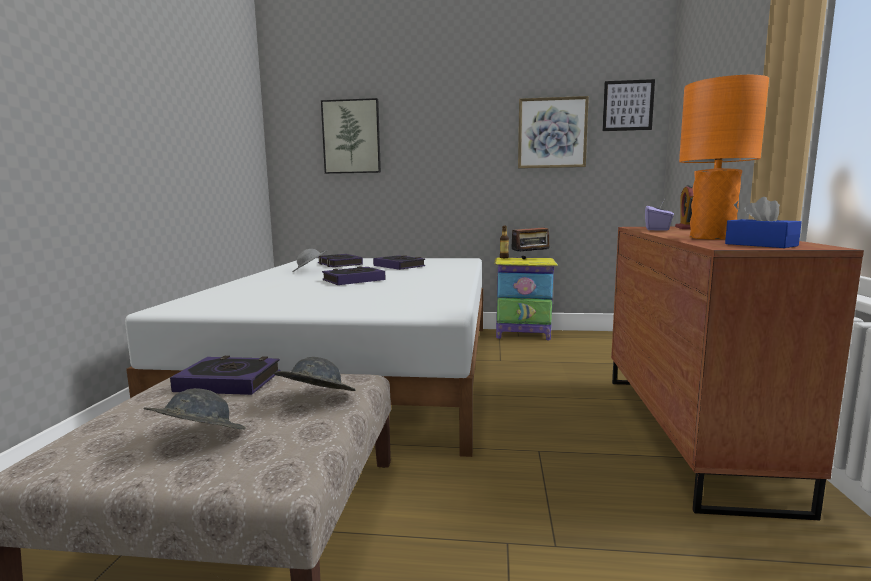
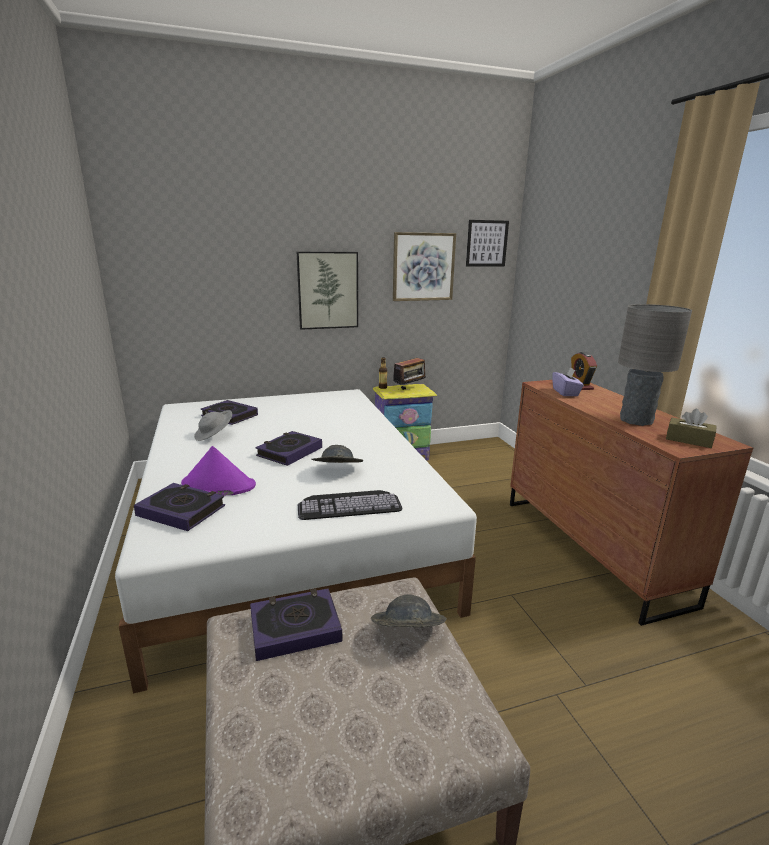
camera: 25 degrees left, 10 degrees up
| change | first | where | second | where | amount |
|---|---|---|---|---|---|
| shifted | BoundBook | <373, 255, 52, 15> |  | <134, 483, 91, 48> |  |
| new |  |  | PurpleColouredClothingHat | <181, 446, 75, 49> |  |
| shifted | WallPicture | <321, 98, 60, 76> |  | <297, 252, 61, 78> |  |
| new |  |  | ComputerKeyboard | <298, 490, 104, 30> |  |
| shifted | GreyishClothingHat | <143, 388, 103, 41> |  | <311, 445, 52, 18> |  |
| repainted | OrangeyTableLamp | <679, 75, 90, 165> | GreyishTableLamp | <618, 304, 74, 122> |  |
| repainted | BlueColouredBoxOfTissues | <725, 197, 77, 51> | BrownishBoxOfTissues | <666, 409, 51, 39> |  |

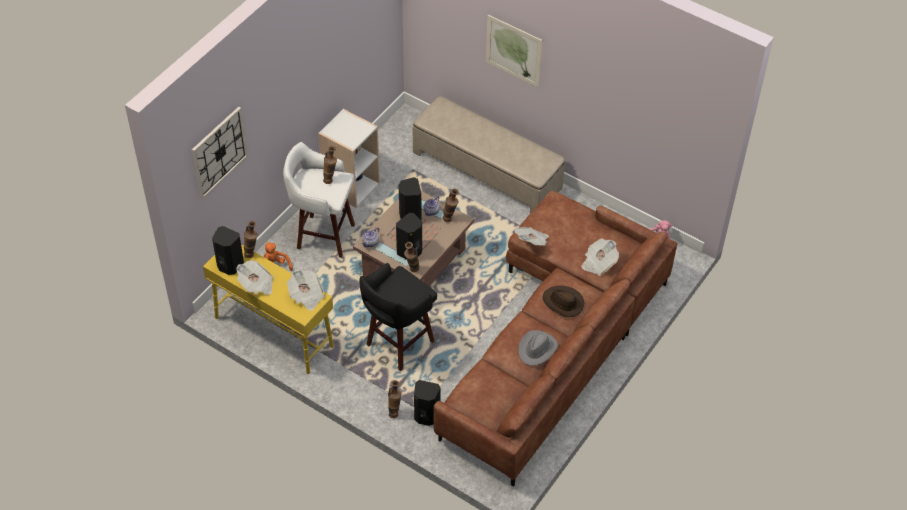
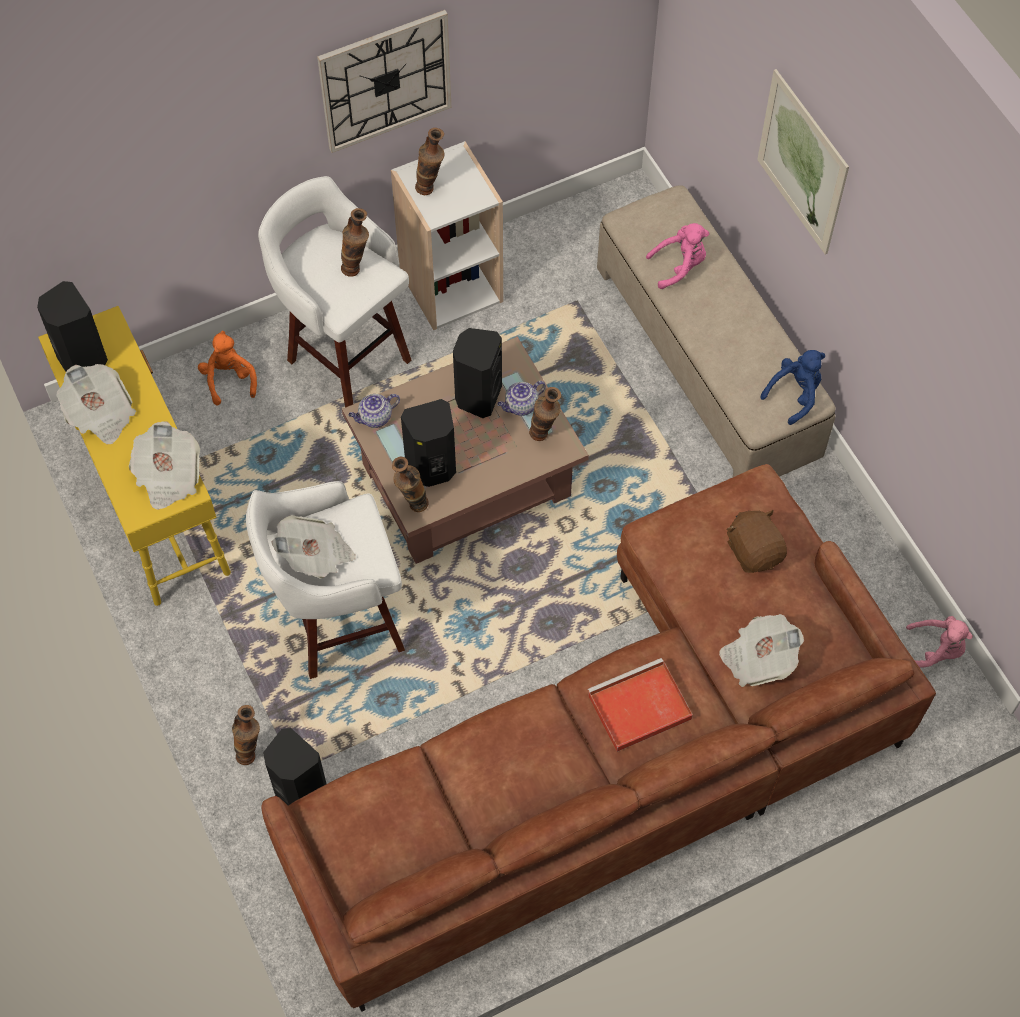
camera: 30 degrees right, 10 degrees up
| change | first | where | second | where | amount |
|---|---|---|---|---|---|
| repainted | BlackColouredStool | <359, 263, 78, 108> | WhiteStool | <246, 481, 159, 198> |  |
| shifted | DailyPaper | <515, 227, 34, 19> |  | <272, 515, 84, 64> |  |
| shifted | ClockOnTheWall | <192, 107, 56, 92> |  | <317, 10, 135, 143> |  |
| shifted | DecorativeVase | <244, 221, 14, 37> |  | <415, 128, 30, 67> |  |
| swapped | BrownishClothingHat | <542, 286, 42, 31> | RedColouredTray | <587, 658, 106, 94> |  |
| new |  |  | PinkColouredPlushToy | <646, 223, 63, 66> |  |
| new |  |  | BrownishPlushToy | <726, 510, 61, 63> |  |
| new |  |  | BlueColouredPlushToy | <760, 350, 65, 75> |  |
| gone | GreyishClothingHat | <519, 330, 39, 36> |  |  |  |

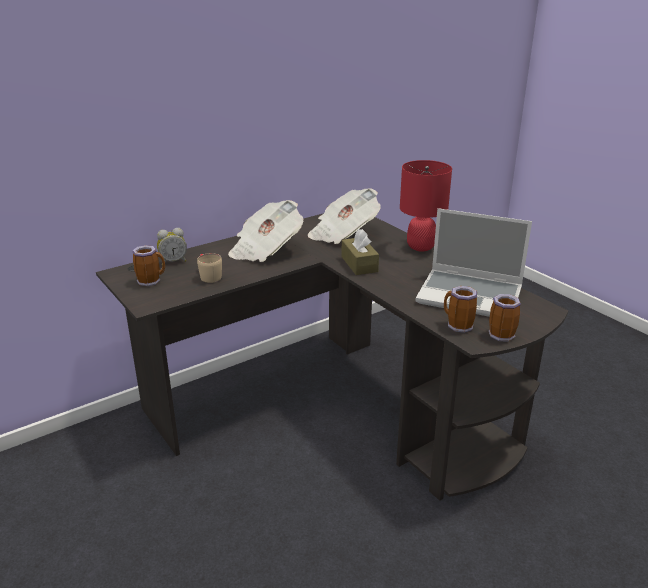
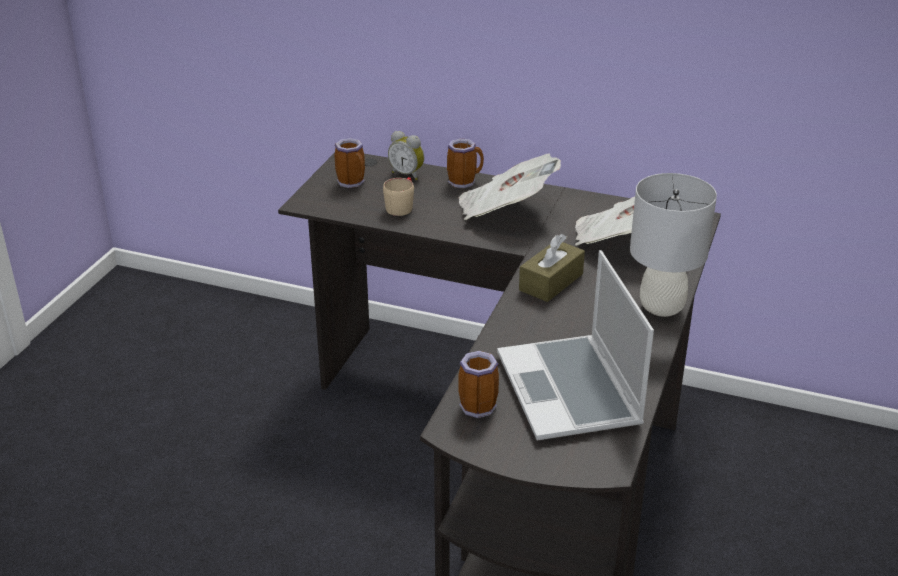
camera: 55 degrees right, 5 degrees up
| change | first | where | second | where | amount |
|---|---|---|---|---|---|
| shifted | Mug | <489, 294, 32, 48> |  | <447, 138, 37, 50> |  |
| repainted | RedColouredTableLamp | <400, 160, 52, 92> | GreyishTableLamp | <630, 173, 87, 144> |  |

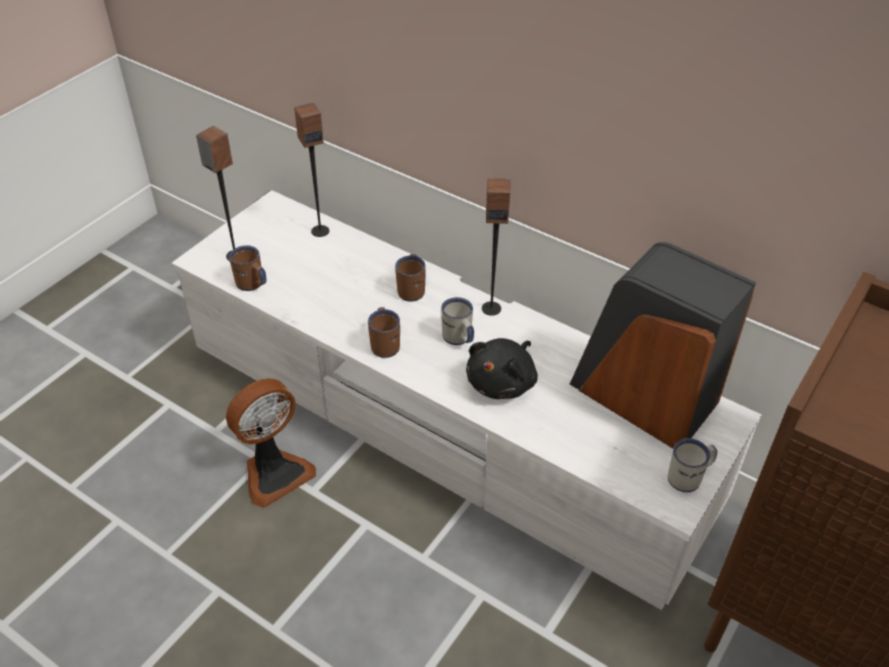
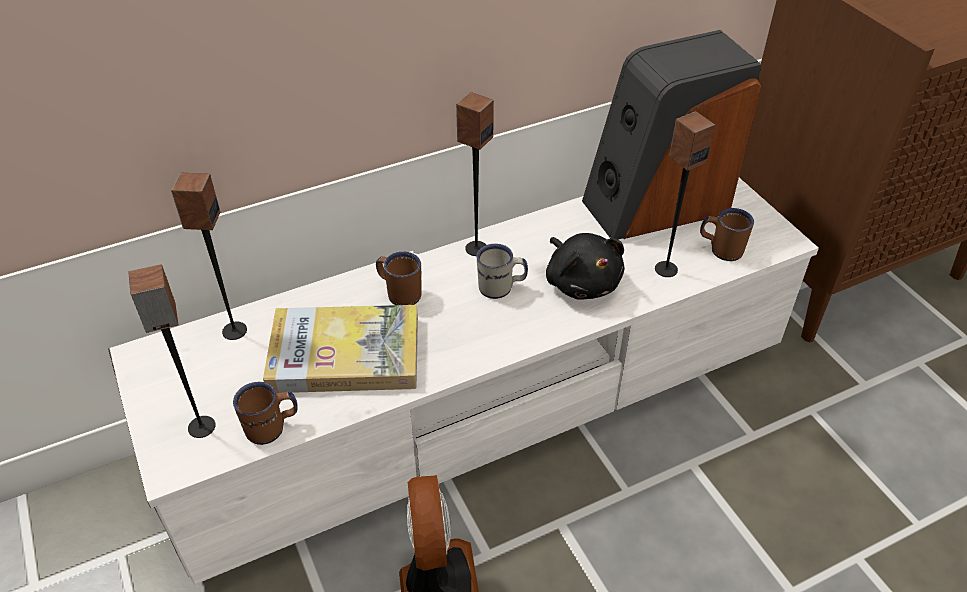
camera: 60 degrees left, 0 degrees up
| change | first | where | second | where | amount |
|---|---|---|---|---|---|
| new |  |  | BoundBook | <263, 305, 155, 88> |  |
| new |  |  | Loudspeaker | <655, 111, 60, 166> |  |
| shifted | BrownishMug | <368, 307, 32, 51> |  | <700, 208, 54, 53> |  |
| gone | WhiteMug | <668, 438, 49, 54> |  |  |  |

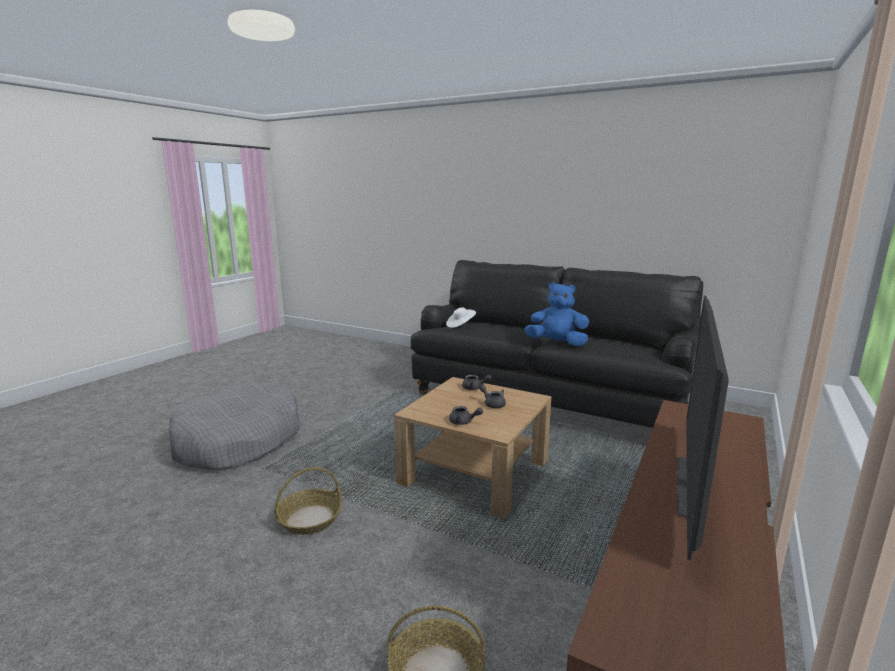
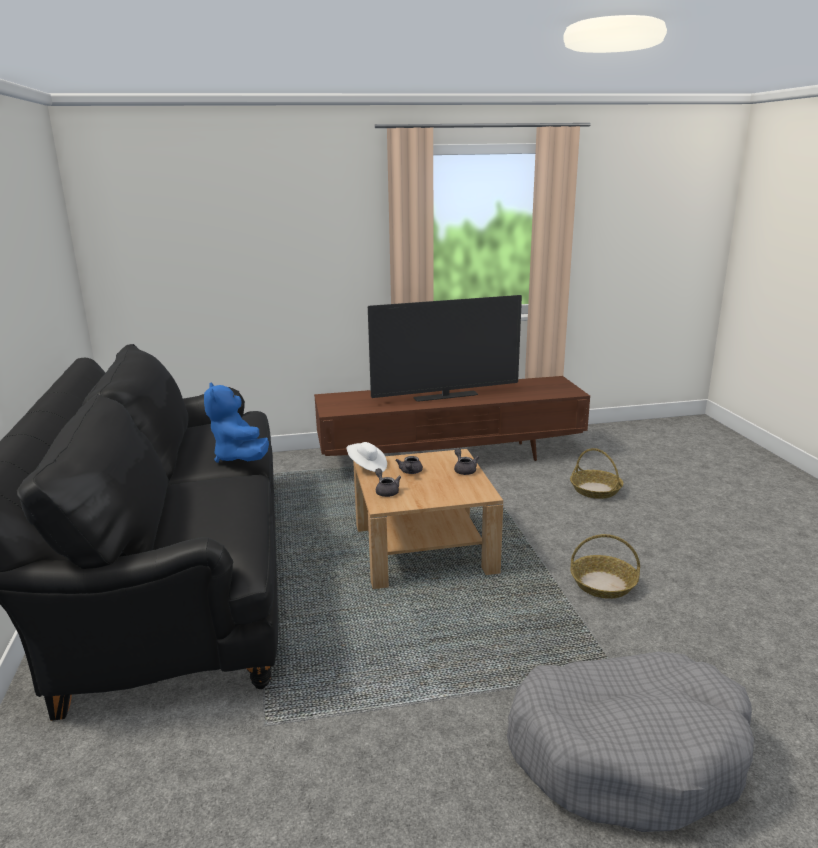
camera: 130 degrees left, 5 degrees up
| change | first | where | second | where | amount |
|---|---|---|---|---|---|
| shifted | WhiteClothingHat | <446, 307, 30, 21> |  | <347, 442, 40, 30> |  |

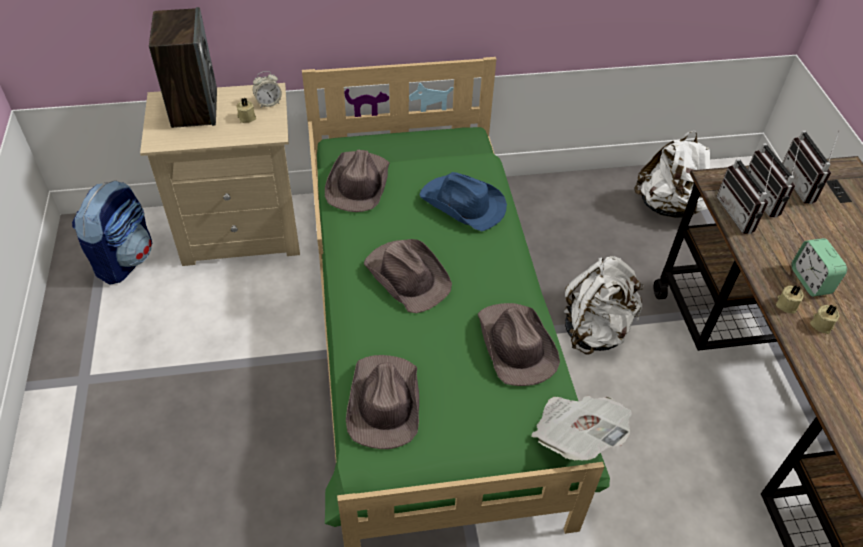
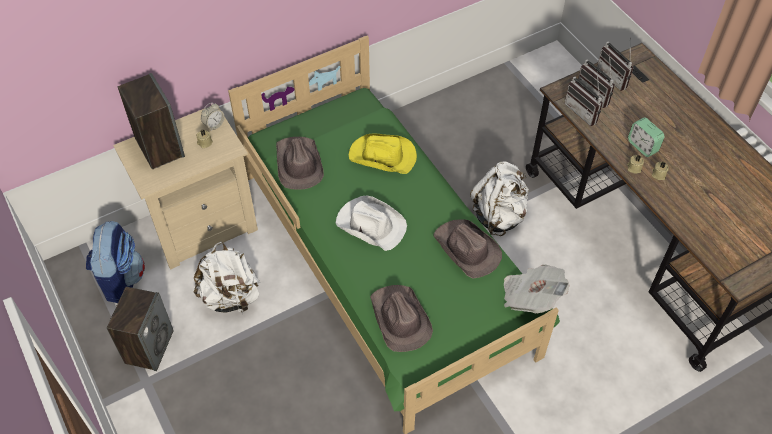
camera: 20 degrees left, 5 degrees up
| change | first | where | second | where | amount |
|---|---|---|---|---|---|
| new |  |  | Loudspeaker | <107, 287, 67, 84> |  |
| shifted | WhiteKnapsack | <634, 131, 76, 87> |  | <194, 242, 66, 72> |  |
| repainted | BrownishClothingHat | <364, 239, 88, 74> | WhiteClothingHat | <336, 196, 71, 55> |  |
| repainted | BlueColouredClothingHat | <419, 172, 88, 59> | YellowColouredClothingHat | <349, 134, 68, 40> |  |

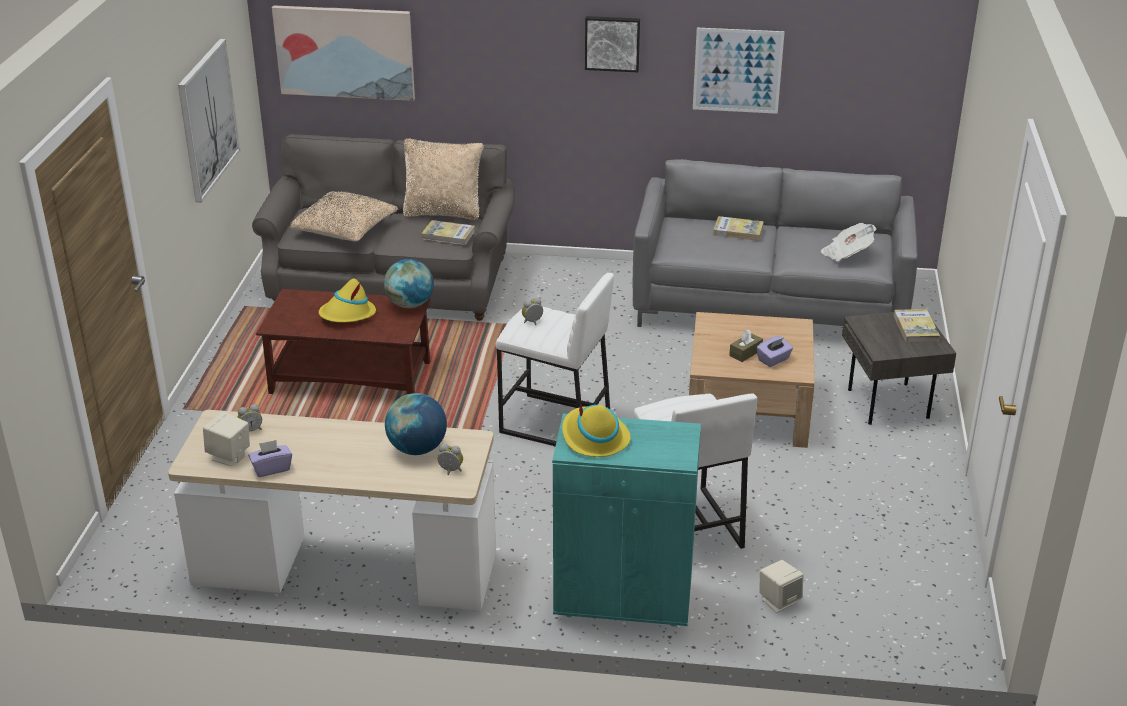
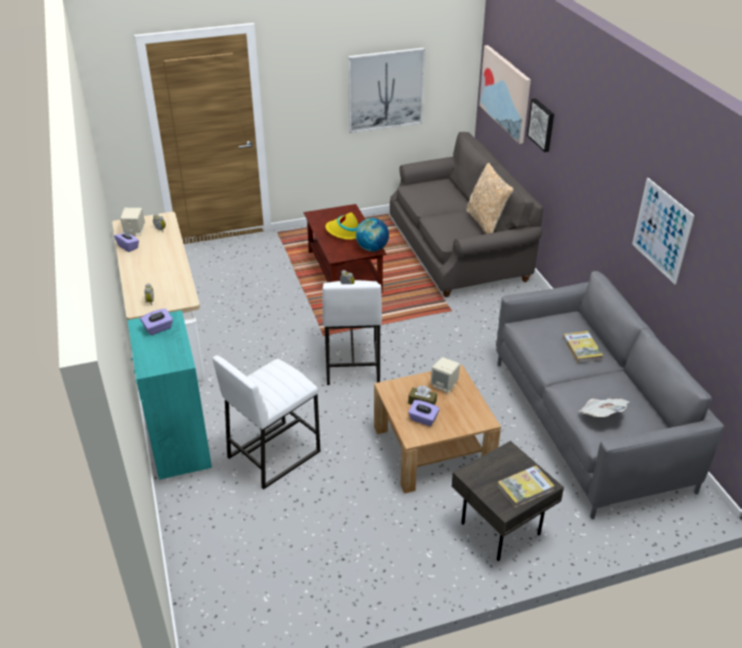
camera: 65 degrees right, 5 degrees up
| change | first | where | second | where | amount |
|---|---|---|---|---|---|
| swapped | YellowColouredClothingHat | <562, 404, 69, 53> | PurpleColouredBoxOfTissues | <140, 309, 33, 26> |  |
| shifted | BeigeColouredLoudspeaker | <759, 560, 44, 53> |  | <430, 357, 30, 36> |  |
| shifted | WallPicture | <585, 16, 55, 56> |  | <527, 98, 27, 54> |  |
| gone | BeigeColouredCushion | <290, 191, 108, 50> |  |  |  |
| gone | DeskGlobe | <385, 393, 62, 62> |  |  |  |
| gone | BoundBook | <421, 220, 54, 25> |  |  |  |

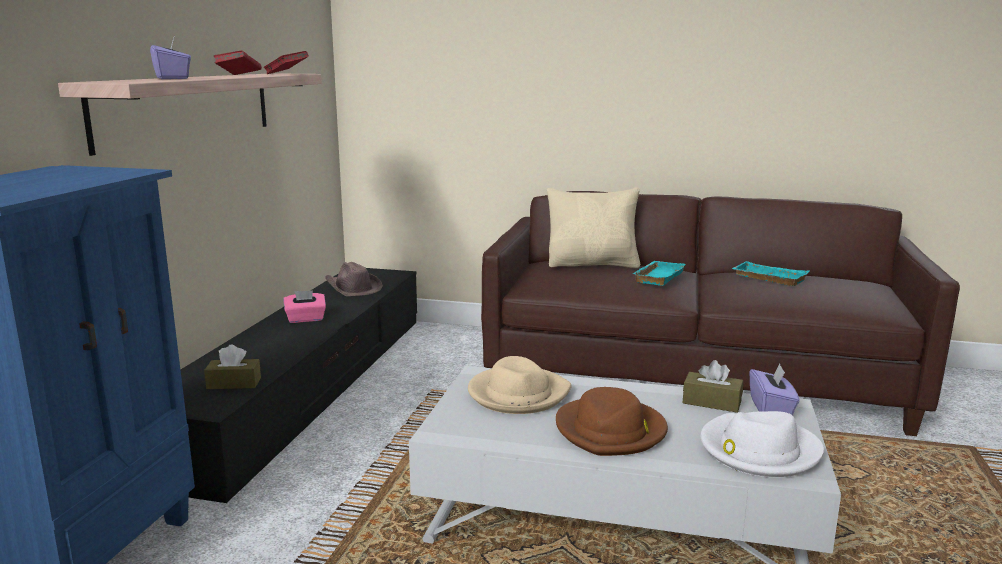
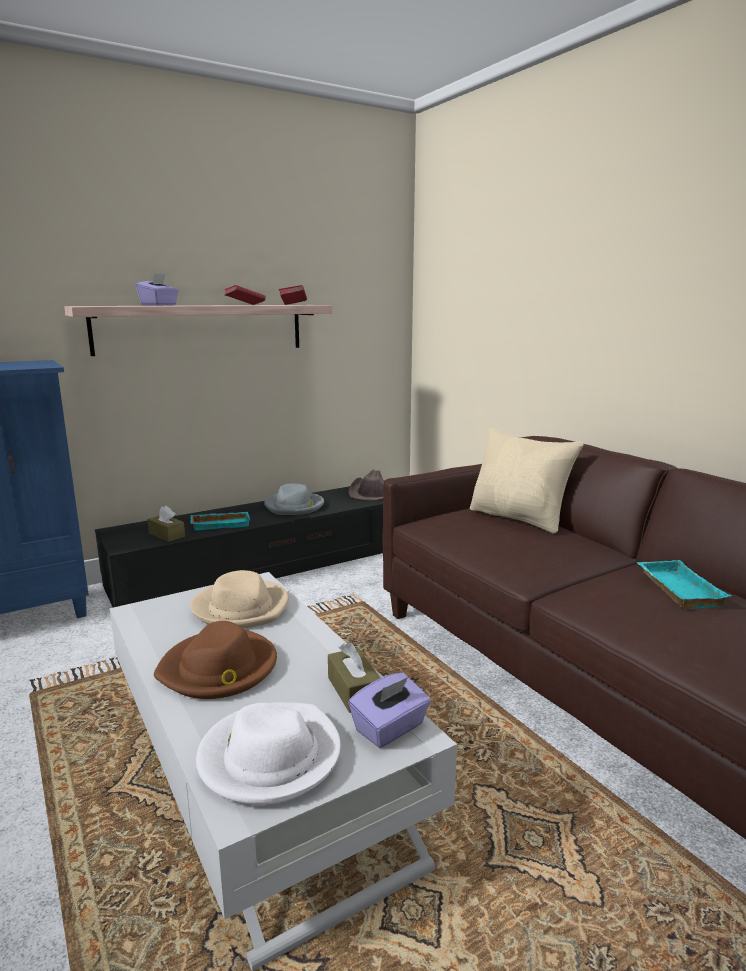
camera: 45 degrees right, 0 degrees up
| change | first | where | second | where | amount |
|---|---|---|---|---|---|
| shifted | BlueGreenTray | <633, 261, 53, 25> |  | <190, 512, 60, 19> |  |
| swapped | PinkColouredBoxOfTissues | <283, 290, 43, 33> | GreyishClothingHat | <264, 483, 60, 32> |  |

